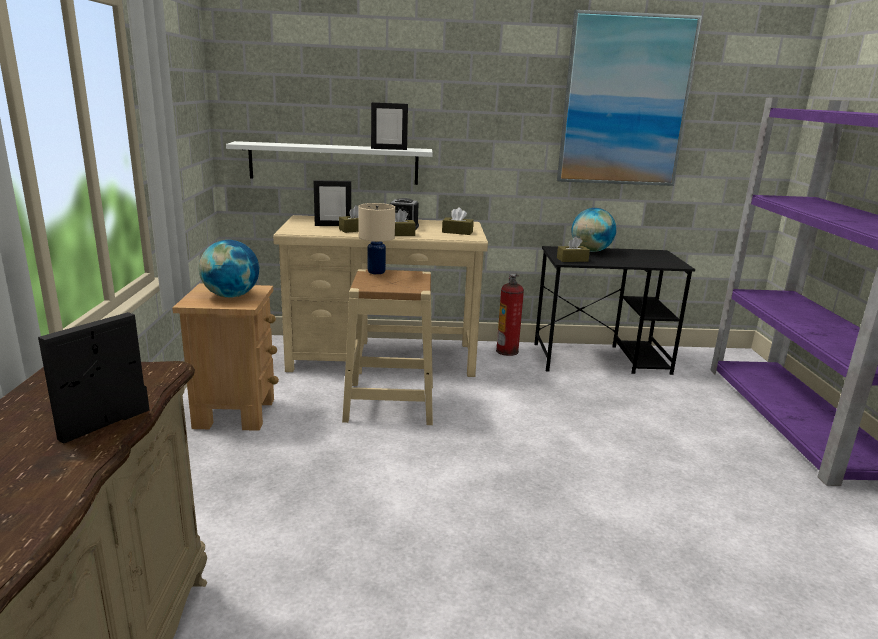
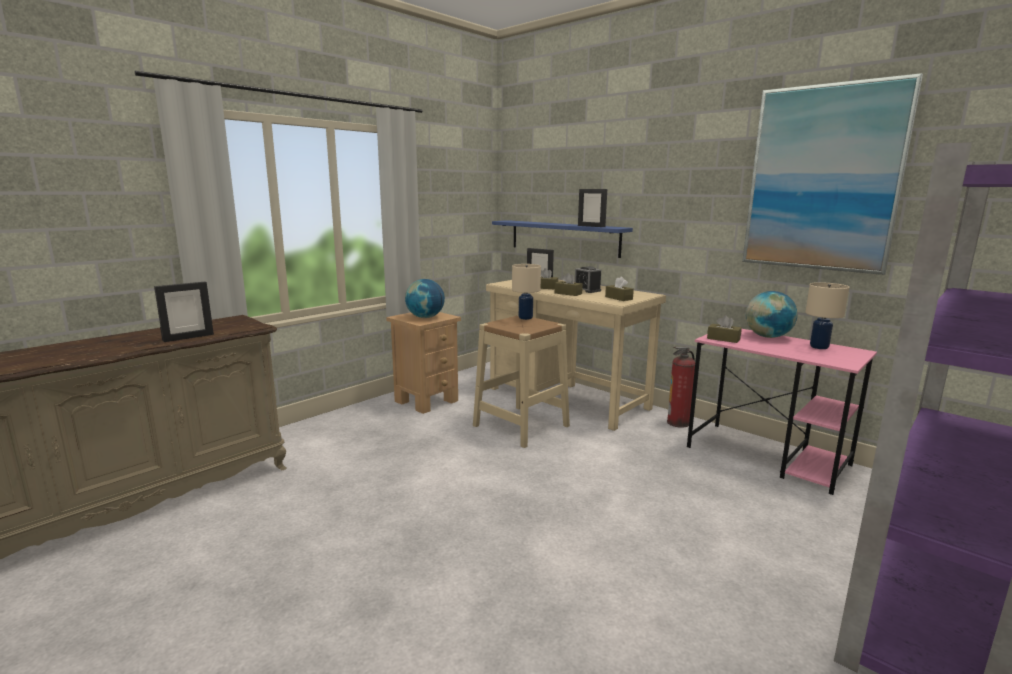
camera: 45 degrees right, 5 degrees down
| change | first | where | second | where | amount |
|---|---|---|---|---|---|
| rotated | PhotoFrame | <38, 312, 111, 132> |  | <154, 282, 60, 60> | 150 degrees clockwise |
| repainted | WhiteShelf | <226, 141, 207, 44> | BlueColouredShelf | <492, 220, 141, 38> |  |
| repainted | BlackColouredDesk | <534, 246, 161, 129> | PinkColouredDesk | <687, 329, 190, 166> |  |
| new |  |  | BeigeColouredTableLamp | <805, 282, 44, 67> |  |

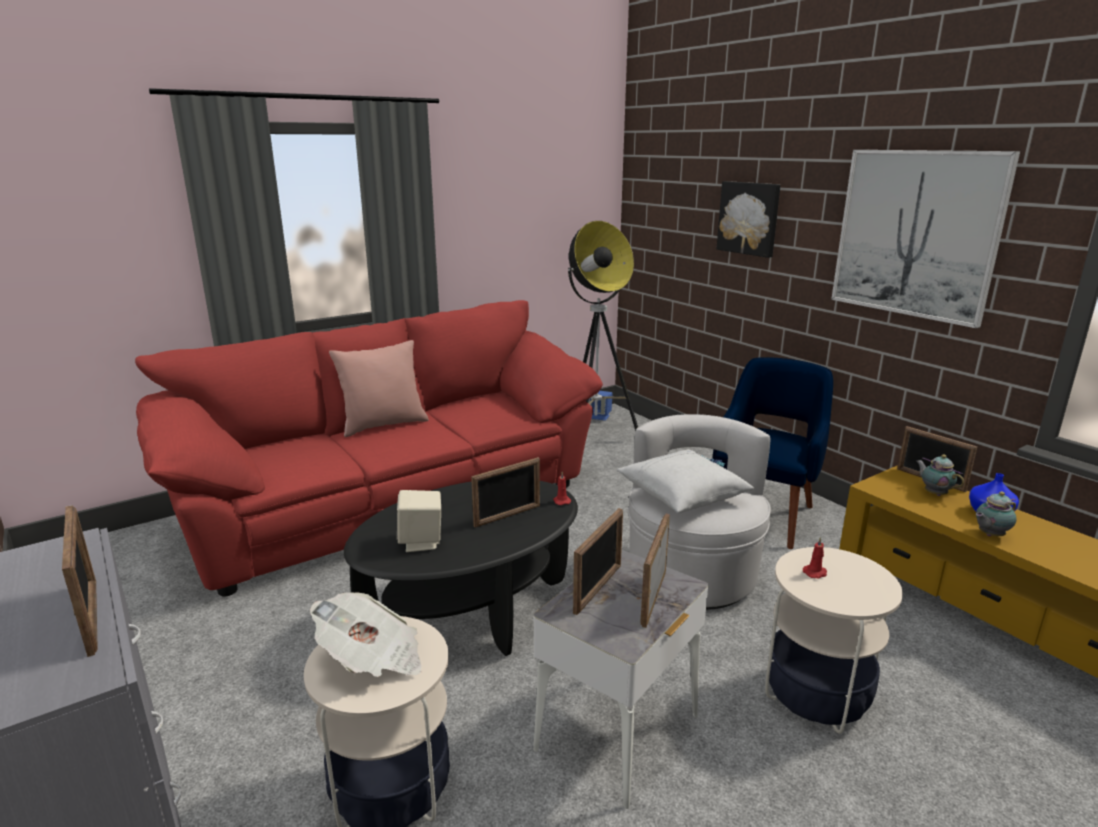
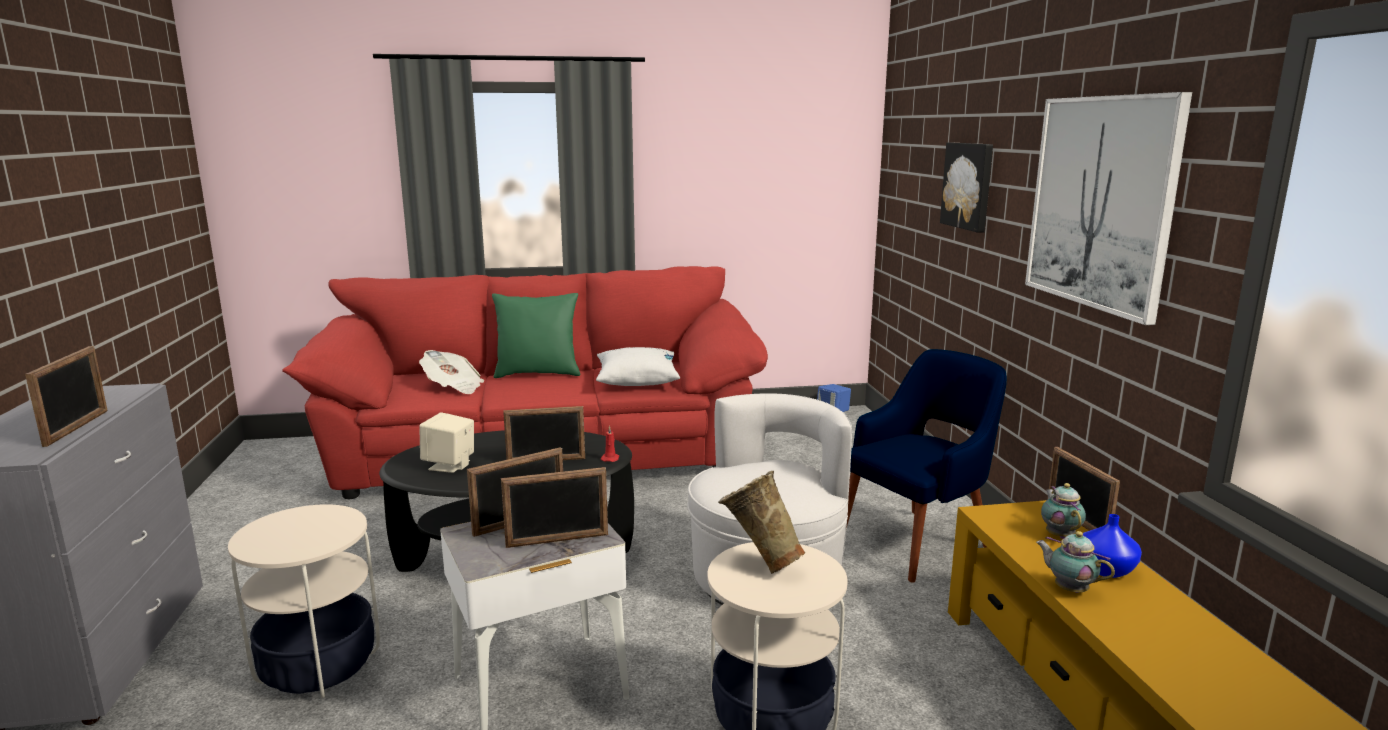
camera: 25 degrees right, 5 degrees down
| change | first | where | second | where | amount |
|---|---|---|---|---|---|
| shifted | DailyPaper | <310, 592, 112, 85> |  | <419, 350, 65, 44> |  |
| repainted | PinkColouredCushion | <329, 340, 100, 97> | GreenColouredCushion | <492, 293, 88, 85> |  |
| rotated | PhotoFrame | <640, 514, 30, 114> |  | <501, 467, 107, 81> | 150 degrees counterclockwise |
| shifted | GreyishCushion | <617, 449, 137, 64> |  | <596, 347, 84, 39> |  |
| swapped | RedColouredWaxLight | <803, 537, 24, 42> | BeigeColouredDecorativeVase | <718, 471, 87, 103> |  |
| rotated | PotForTea | <976, 492, 40, 44> |  | <1036, 531, 79, 62> | 45 degrees clockwise |
| gone | StandardLamp | <568, 221, 70, 210> |  |  |  |

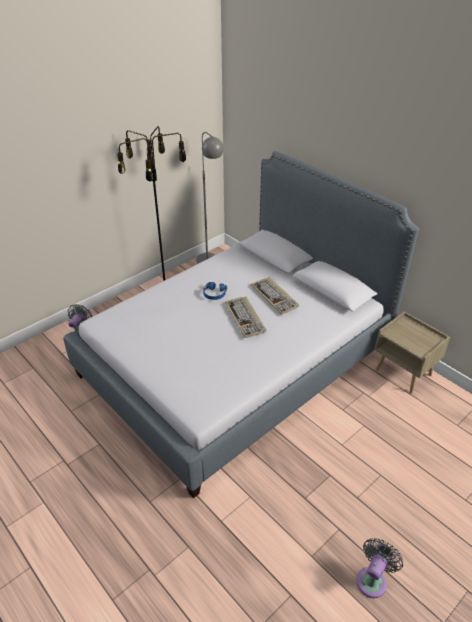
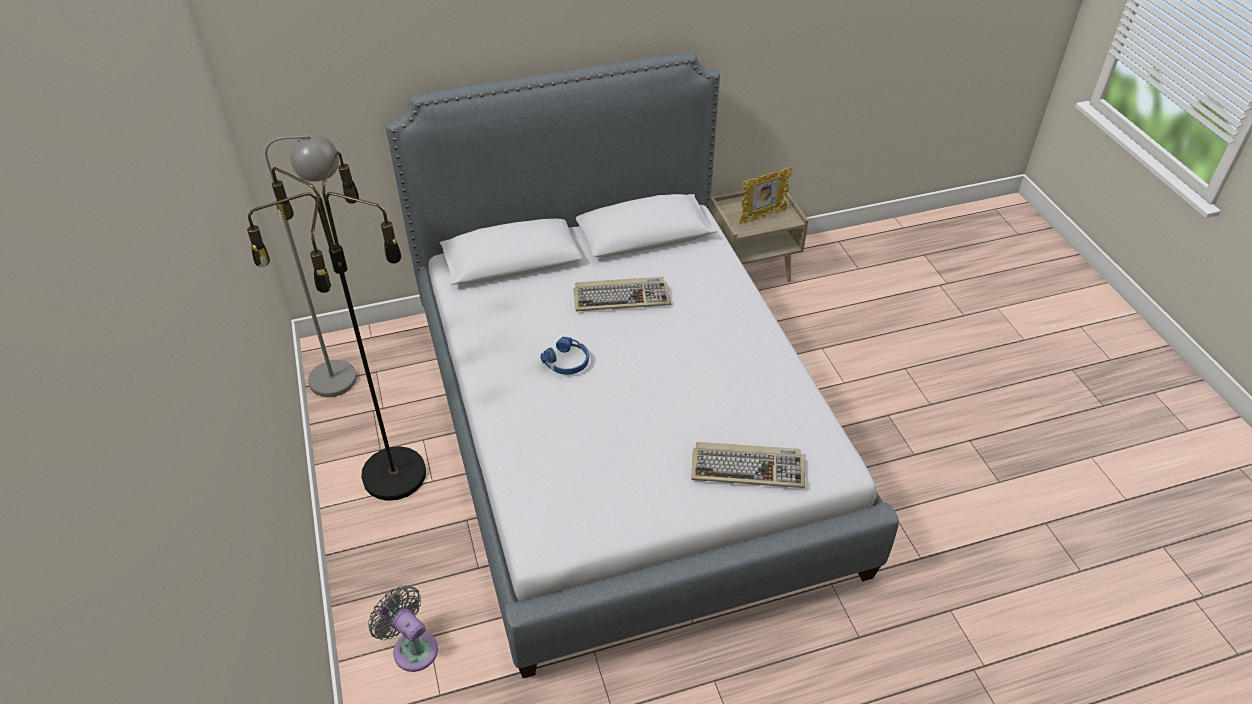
camera: 65 degrees left, 5 degrees up
| change | first | where | second | where | amount |
|---|---|---|---|---|---|
| shifted | ComputerKeyboard | <225, 297, 41, 41> |  | <691, 442, 114, 46> |  |
| new |  |  | PhotoFrame | <739, 167, 53, 57> |  |
| gone | GreyishElectricFan | <356, 538, 48, 60> |  |  |  |

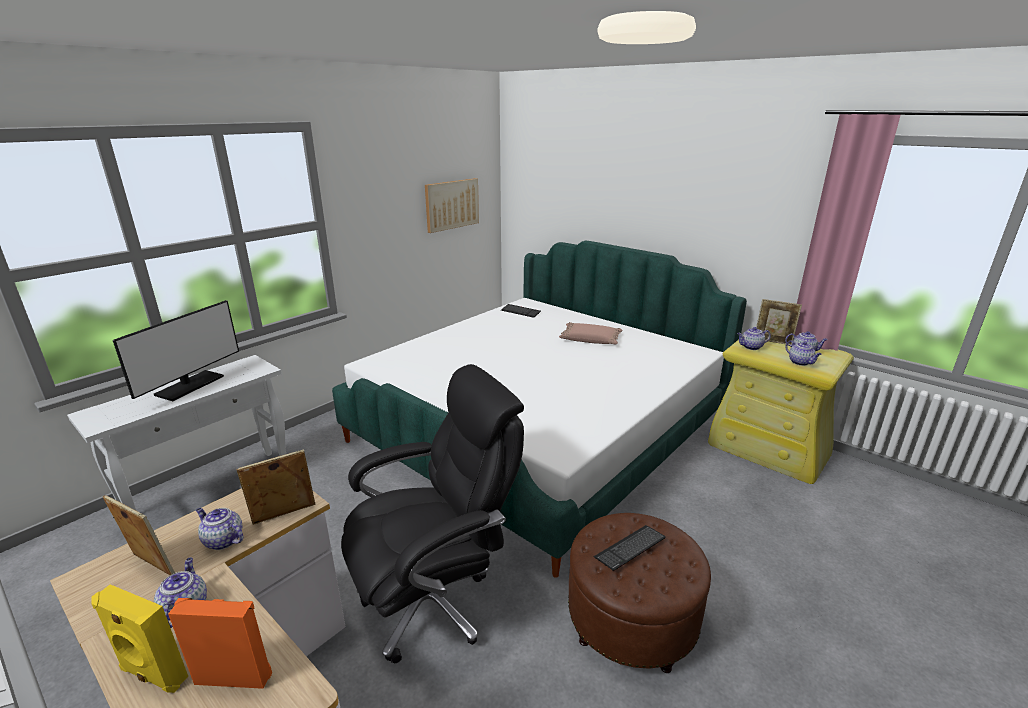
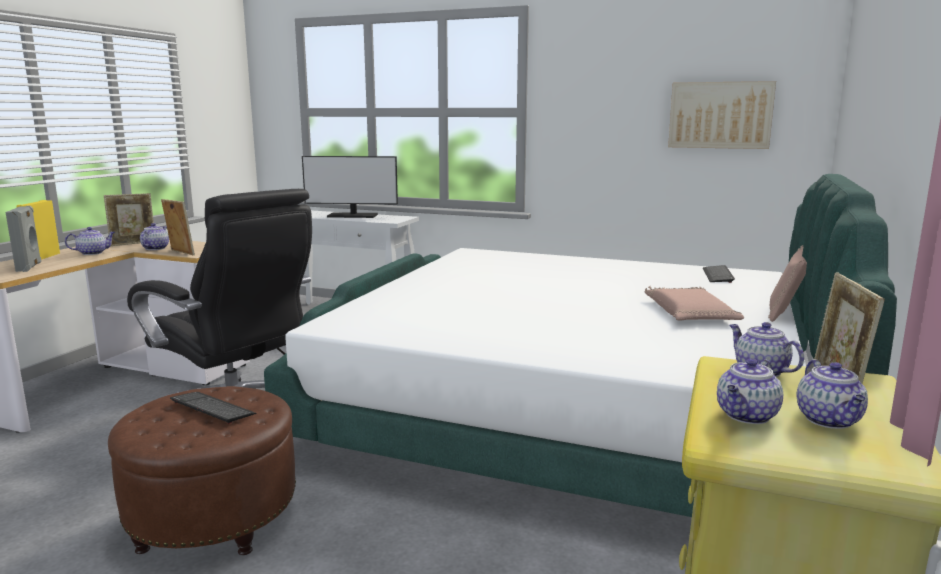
camera: 70 degrees right, 10 degrees down
| change | first | where | second | where | amount |
|---|---|---|---|---|---|
| repainted | OrangeyLoudspeaker | <168, 598, 104, 91> | GreyishLoudspeaker | <5, 206, 37, 66> |  |
| rotated | PhotoFrame | <103, 495, 72, 80> |  | <104, 193, 50, 53> | 45 degrees clockwise |
| new |  |  | BeigeColouredCushion | <768, 245, 39, 77> |  |

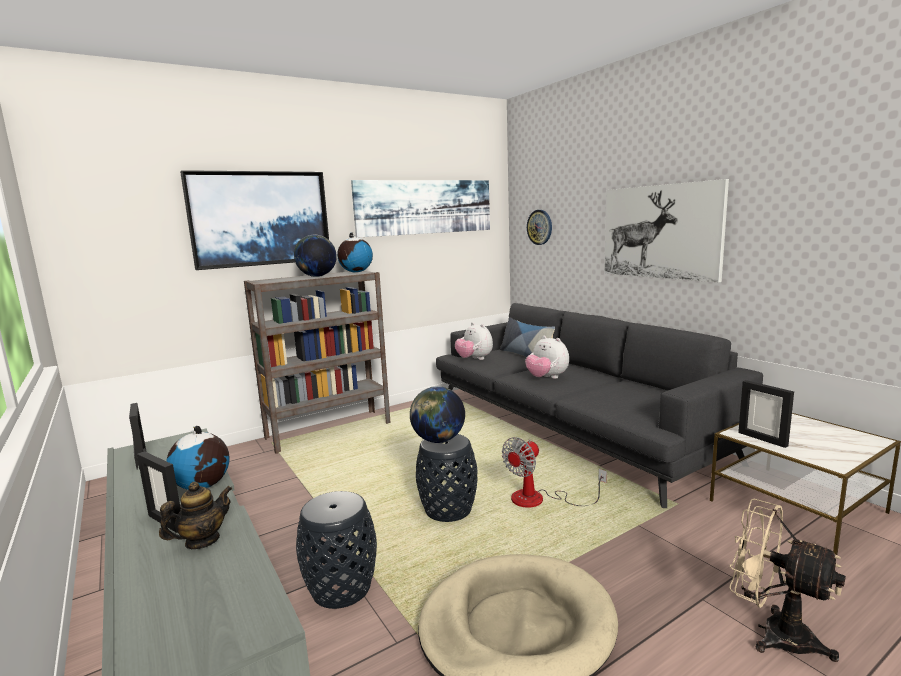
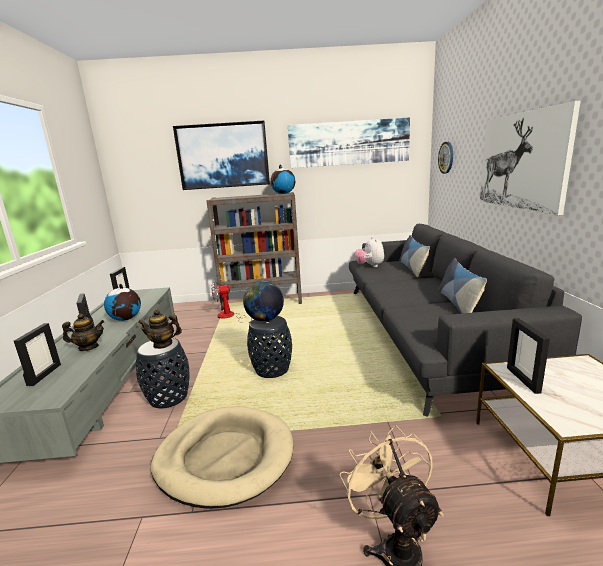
camera: 30 degrees right, 5 degrees up
| change | first | where | second | where | amount |
|---|---|---|---|---|---|
| new |  |  | PhotoFrame | <14, 323, 47, 63> |  |
| new |  |  | PotForTea | <138, 310, 44, 39> |  |
| shifted | ElectricFan | <502, 437, 105, 71> |  | <211, 281, 41, 42> |  |
| new |  |  | Cushion | <439, 258, 48, 55> |  |
| gone | DeskGlobe | <294, 235, 43, 42> |  |  |  |
| gone | PlushToy | <525, 336, 44, 43> |  |  |  |

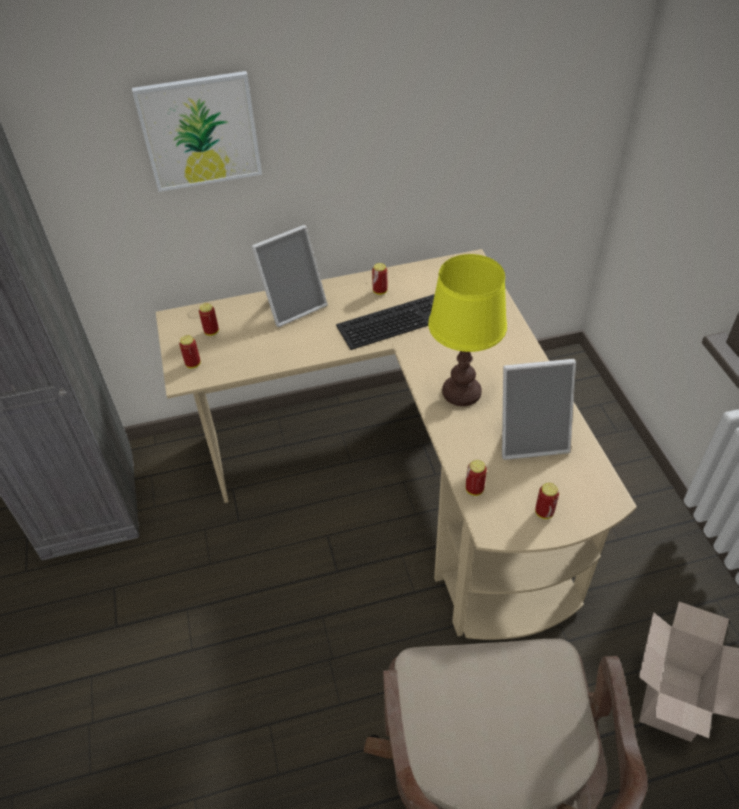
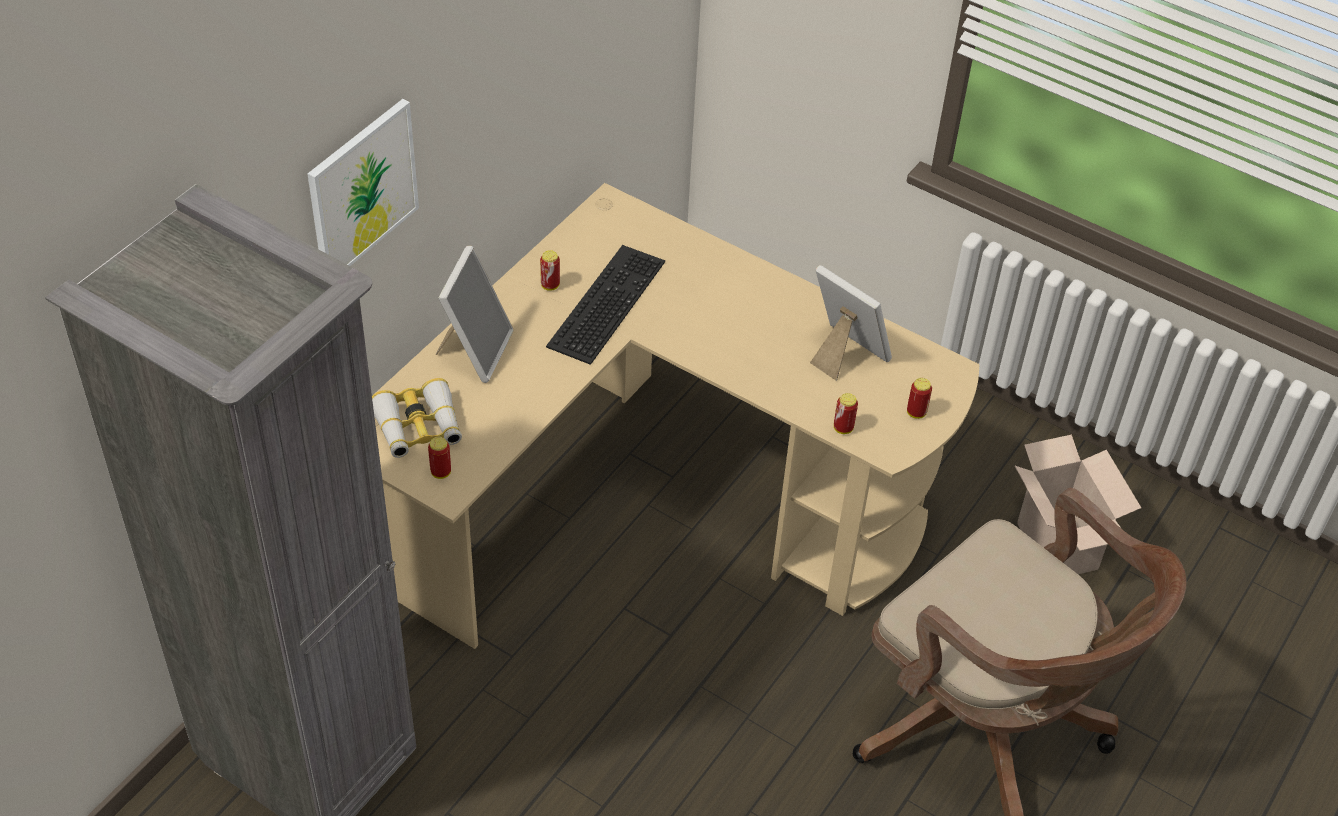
camera: 45 degrees left, 0 degrees up
| change | first | where | second | where | amount |
|---|---|---|---|---|---|
| swapped | Can | <199, 303, 20, 33> | PairOfBinoculars | <372, 378, 90, 80> |  |
| rotated | PhotoFrame | <502, 359, 74, 101> |  | <810, 265, 82, 116> | 90 degrees counterclockwise |
| gone | YellowColouredTableLamp | <428, 254, 79, 152> |  |  |  |

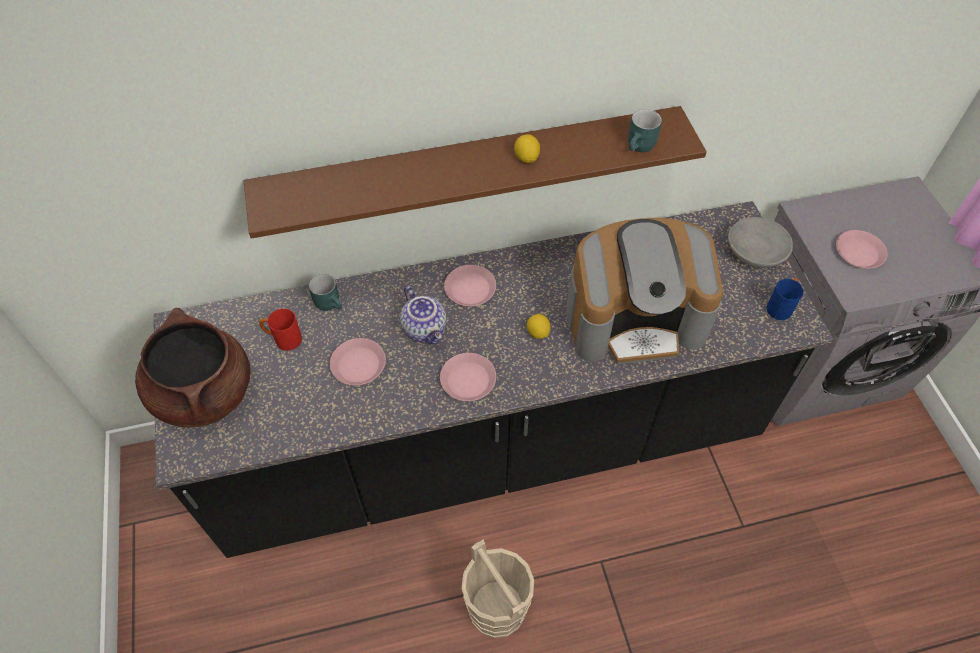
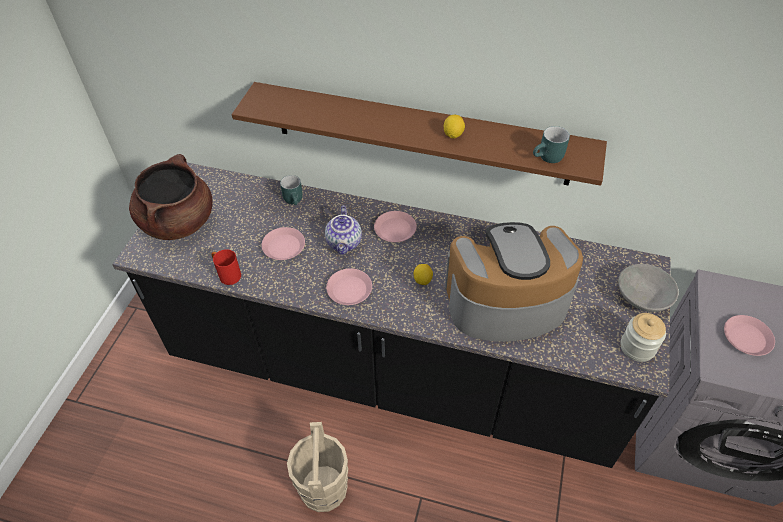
camera: 30 degrees right, 5 degrees down
| change | first | where | second | where | amount |
|---|---|---|---|---|---|
| shifted | RedColouredMug | <259, 309, 43, 42> |  | <211, 249, 30, 36> |  |
| rotated | CoffeeBrewer | <566, 218, 157, 147> |  | <445, 222, 138, 120> | 150 degrees clockwise |
| swapped | BlueColouredMug | <766, 278, 37, 42> | Jar | <621, 313, 45, 49> |  |

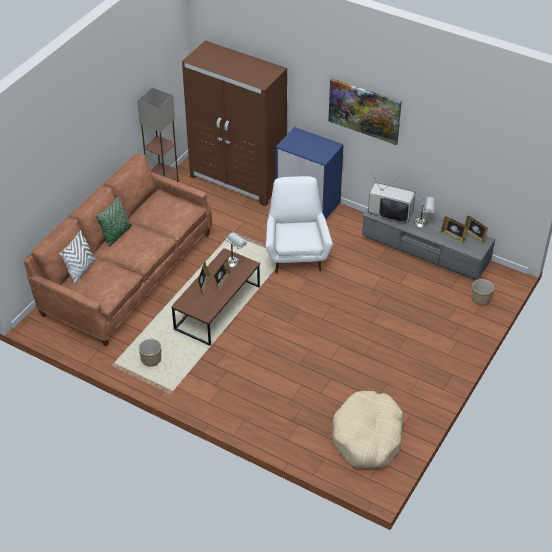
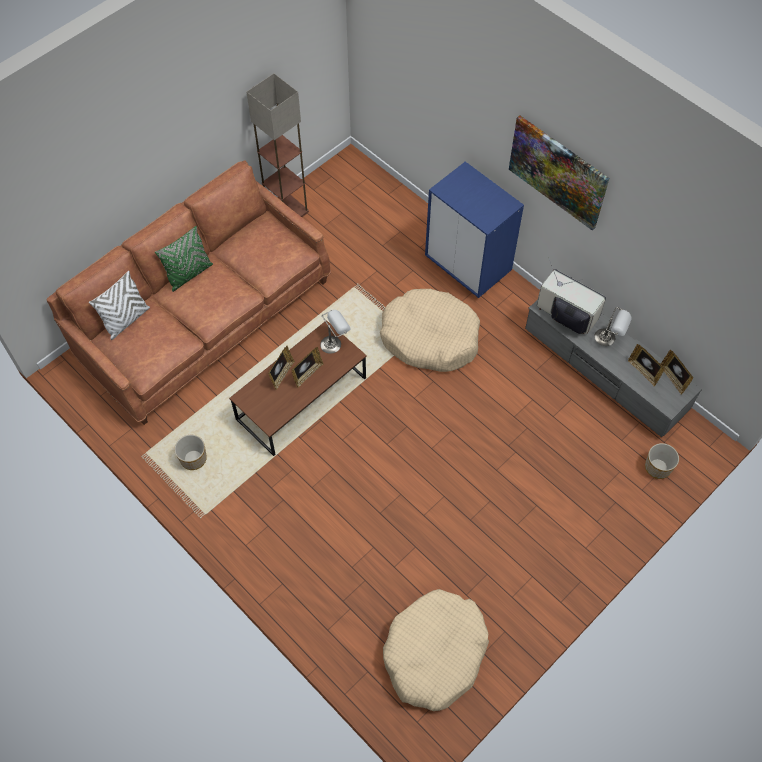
camera: 15 degrees right, 15 degrees up
| change | first | where | second | where | amount |
|---|---|---|---|---|---|
| swapped | WhiteEasyChair | <266, 176, 67, 97> | BeigeColouredDogCushion | <380, 289, 100, 83> |  |
| gone | BrownishStorageCabinet | <182, 40, 105, 166> |  |  |  |

